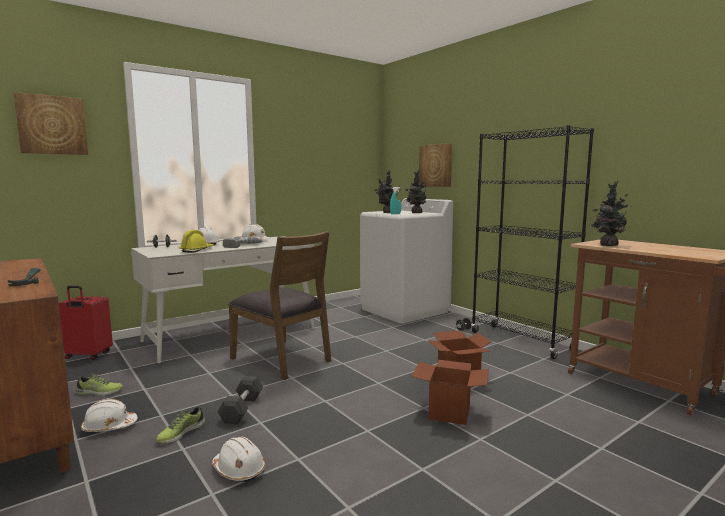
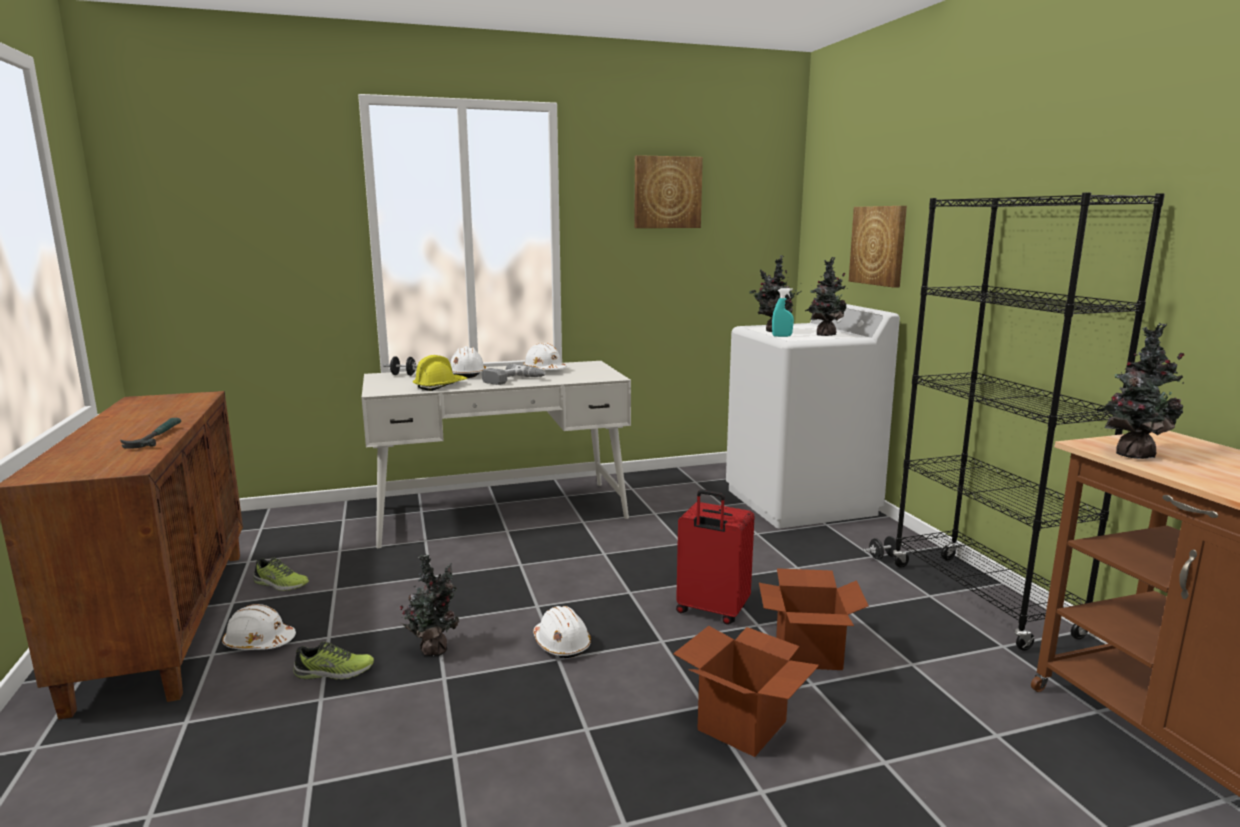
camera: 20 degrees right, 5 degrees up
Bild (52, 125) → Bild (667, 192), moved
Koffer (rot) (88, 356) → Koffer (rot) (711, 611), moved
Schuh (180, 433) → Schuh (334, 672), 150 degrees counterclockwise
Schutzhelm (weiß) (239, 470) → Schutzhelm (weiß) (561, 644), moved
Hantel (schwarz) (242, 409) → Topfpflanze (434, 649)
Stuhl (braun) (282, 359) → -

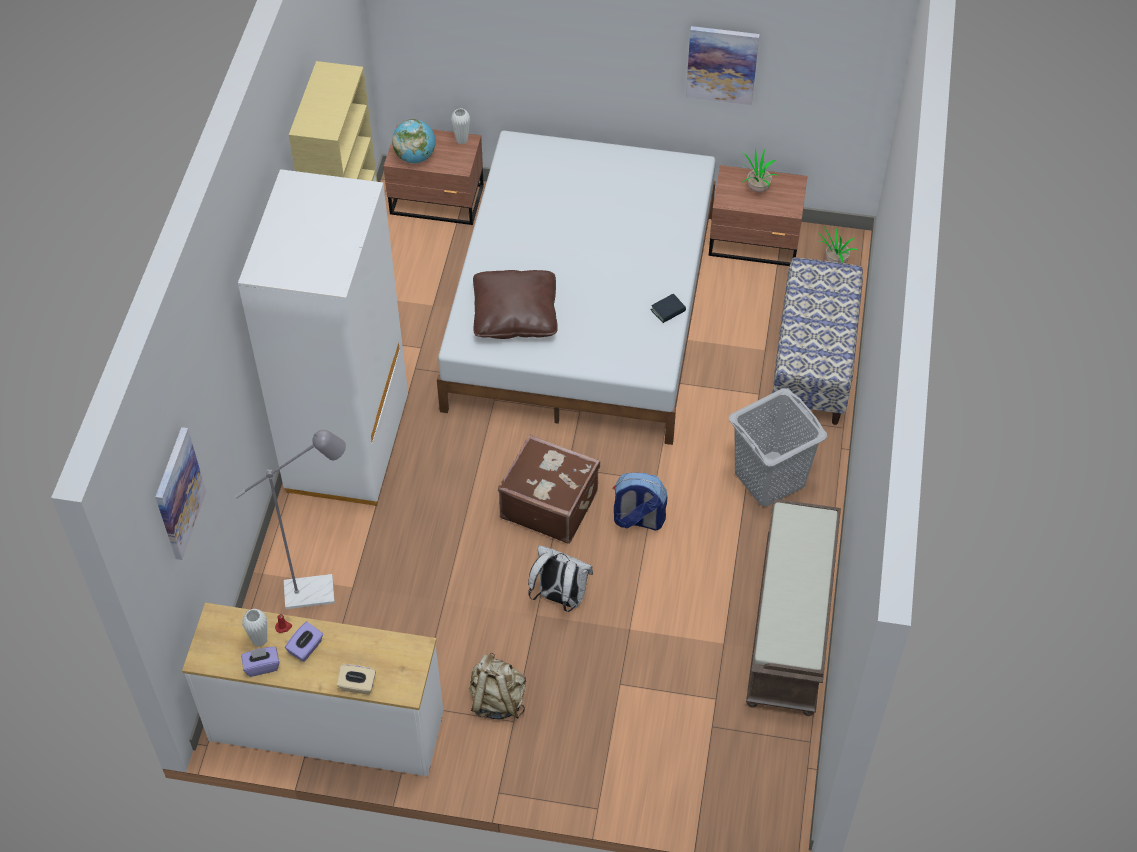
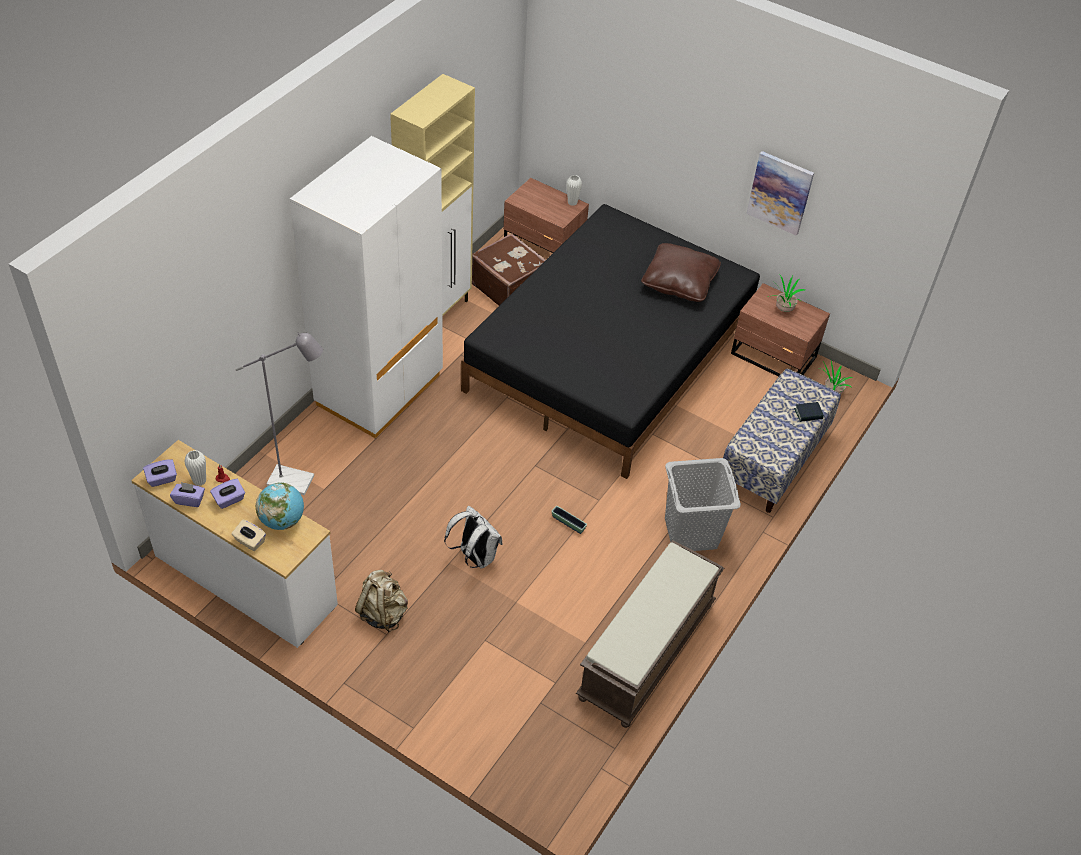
camera: 20 degrees right, 5 degrees down
Bild (178, 493) → -
Globus (415, 157) → Globus (282, 520), moved
Bett (weiß) (582, 309) → Bett (schwarz) (610, 358)
Kissen (braun) (515, 315) → Kissen (braun) (679, 282), moved
Koffer (braun) (549, 504) → Koffer (braun) (509, 288), moved
Rucksack (638, 519) → Pflanzkübel (568, 523)
Buch (668, 311) → Buch (808, 414), moved
- → Taschentuchbox (lila) (162, 479)

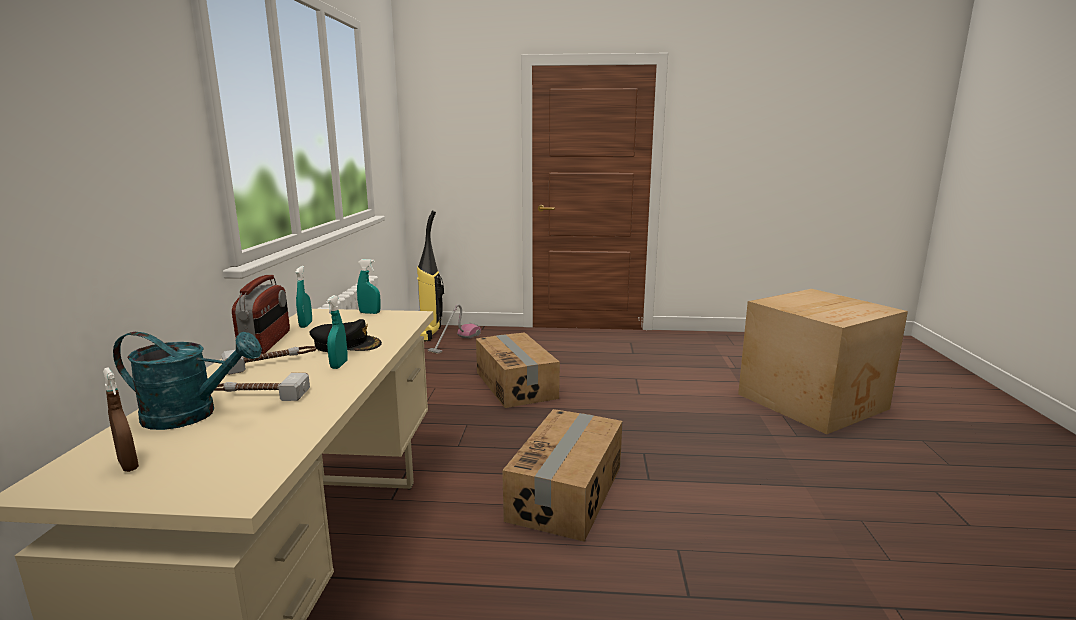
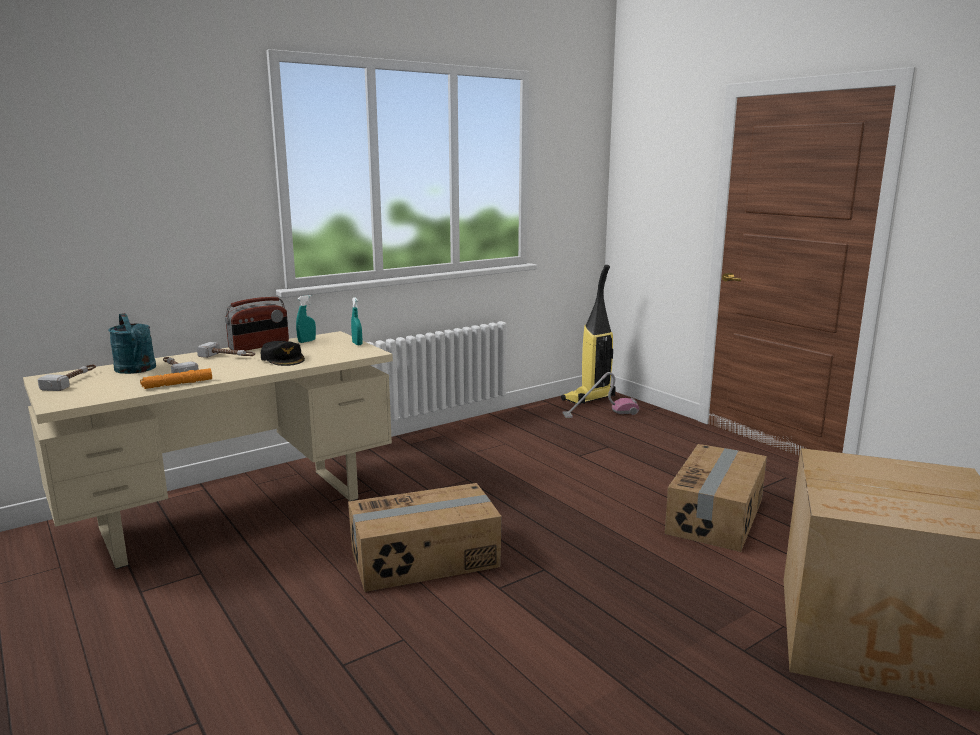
camera: 50 degrees right, 0 degrees up
Sprühflasche (braun) (128, 465) → Hammer (72, 381)
Sprühflasche (türkis) (339, 365) → -
Karton (516, 384) → Karton (716, 516), moved
- → Taschenlampe (orange) (177, 384)

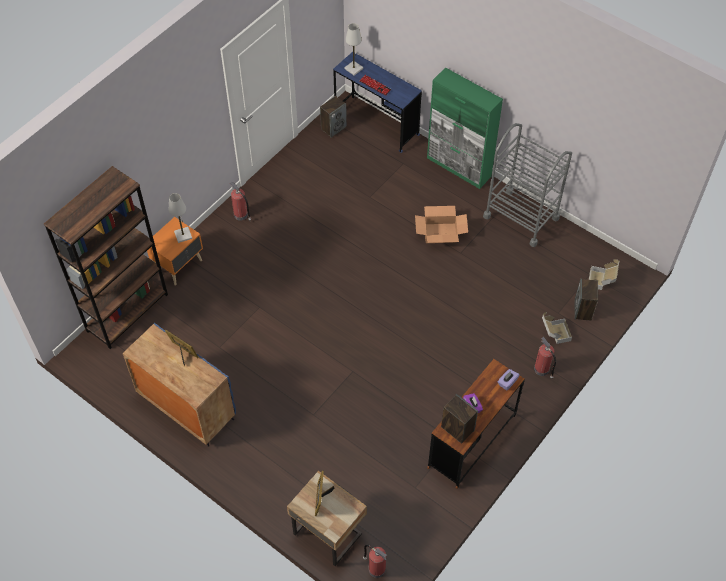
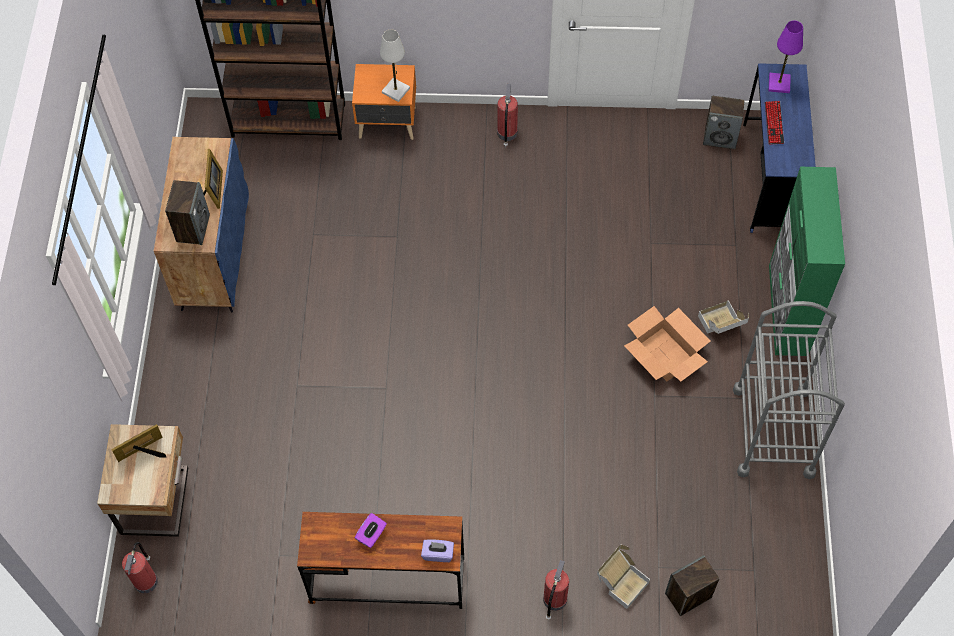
camera: 55 degrees right, 5 degrees up
Tischlampe (weiß) (354, 68) → Tischlampe (lila) (779, 84)
Lautsprecher (457, 429) → Lautsprecher (193, 228), moved
Karton (602, 281) → Karton (721, 327), moved

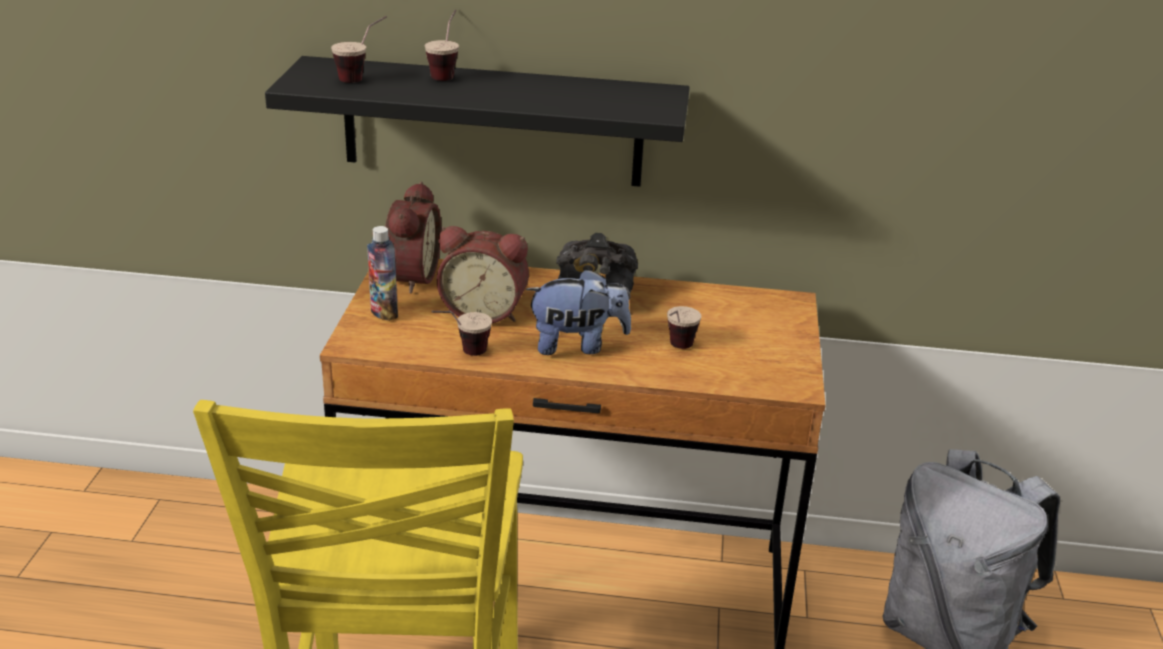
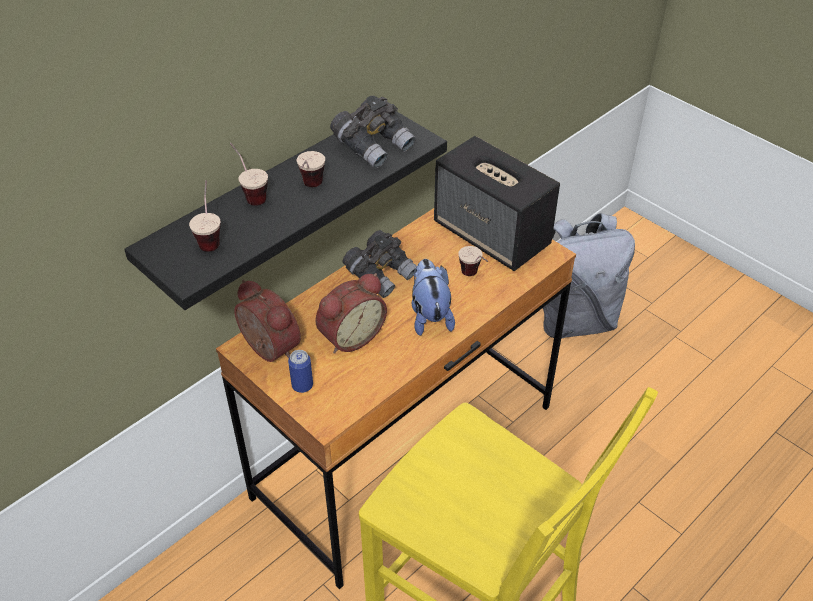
camera: 50 degrees left, 15 degrees up
Flasche (384, 313) → Dose (302, 385)
Tasse (462, 354) → Tasse (310, 189), moved
Plüschtier (577, 345) → Plüschtier (430, 315), 45 degrees counterclockwise
- → Fernglas (grau) (374, 146)
- → Lautsprecher (492, 235)

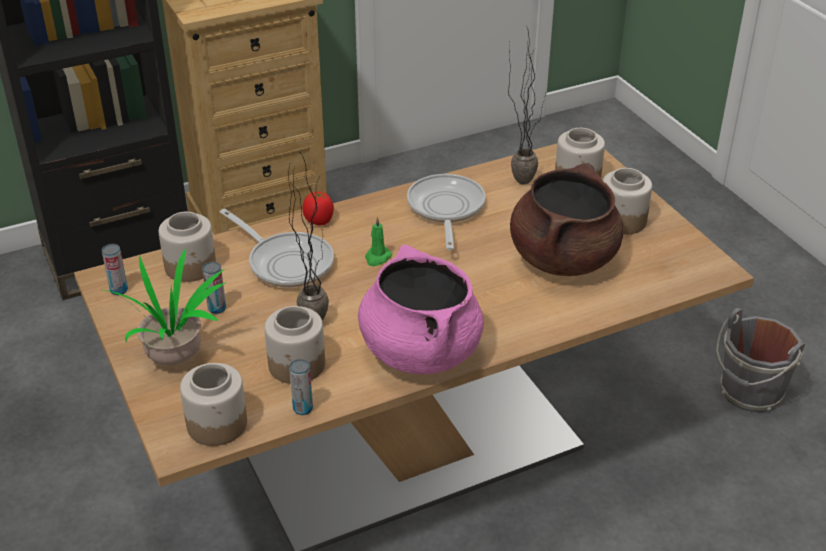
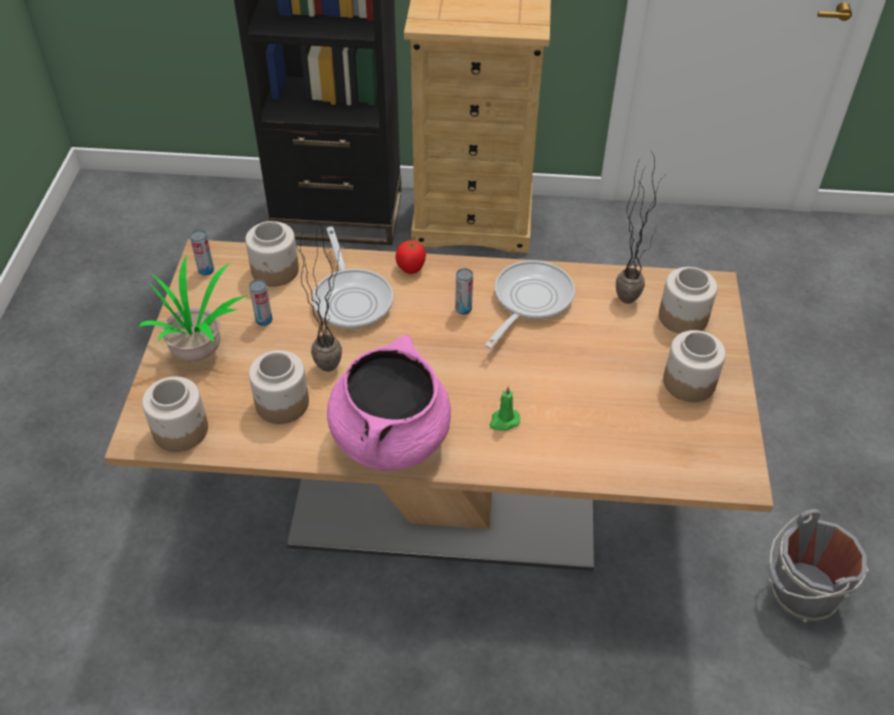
camera: 30 degrees right, 10 degrees up
Dose (303, 408) → Dose (463, 309), moved
Kerze (grün) (377, 258) → Kerze (grün) (504, 421), moved
Kochtopf (braun) (563, 258) → -

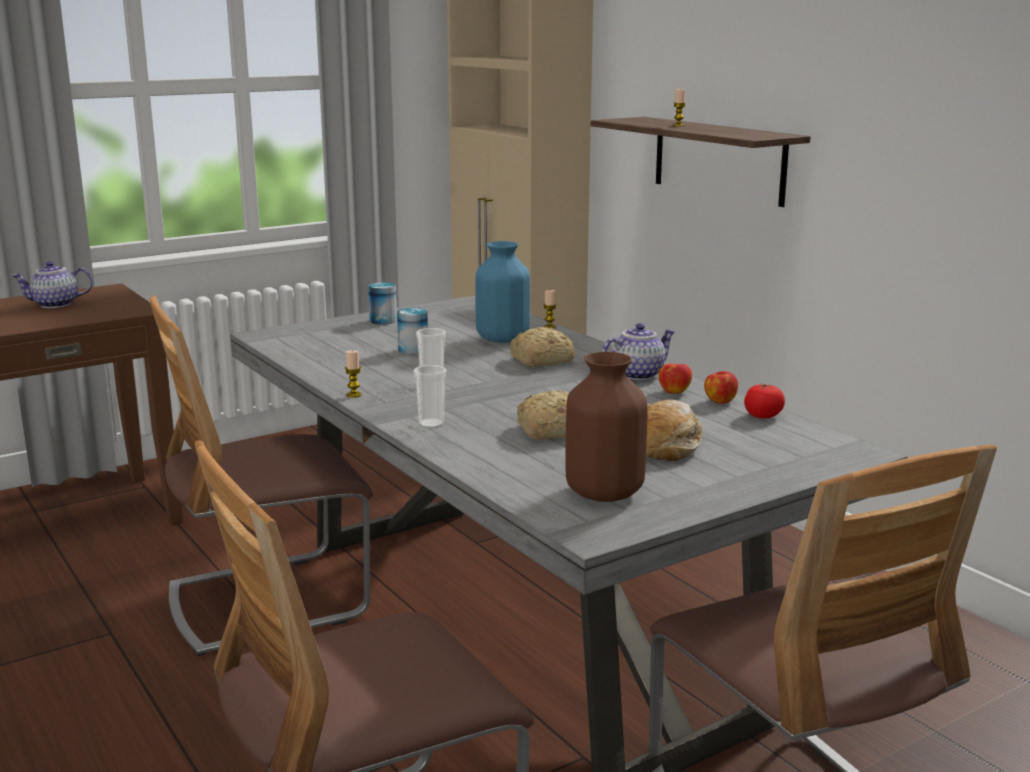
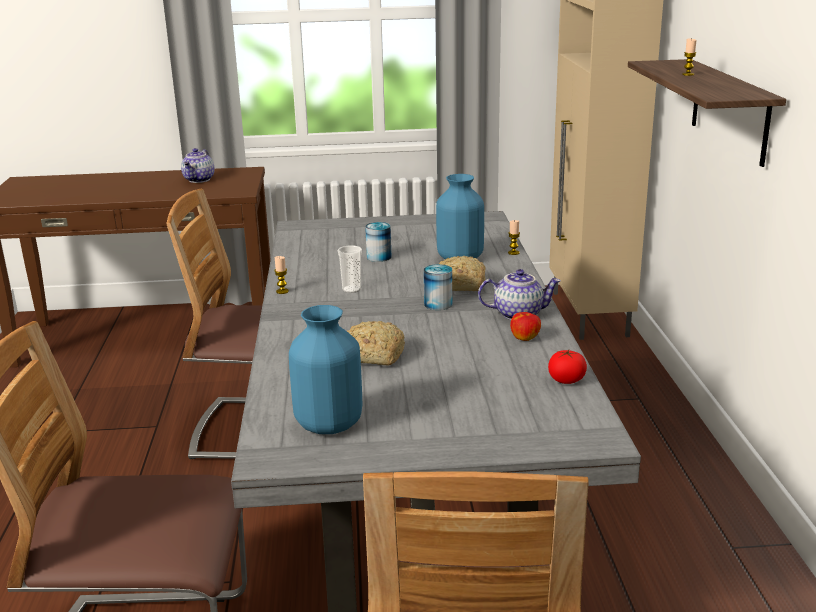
camera: 30 degrees right, 5 degrees up
Teekanne (55, 305) → Teekanne (199, 180), 90 degrees counterclockwise
Dose (383, 321) → Dose (438, 304), moved
Tasse (431, 424) → -
Vase (braun) (605, 493) → Vase (blau) (330, 424)
Brot (666, 444) → -
Apfel (719, 401) → -

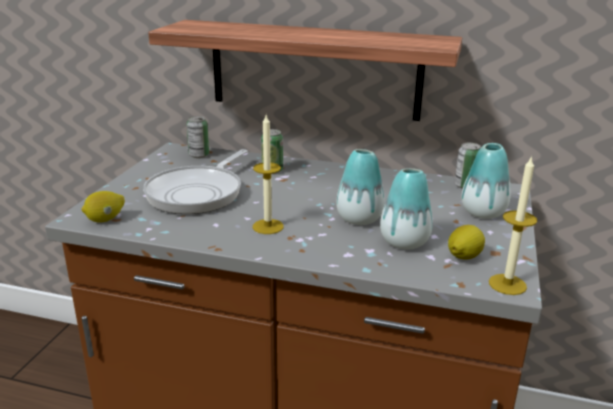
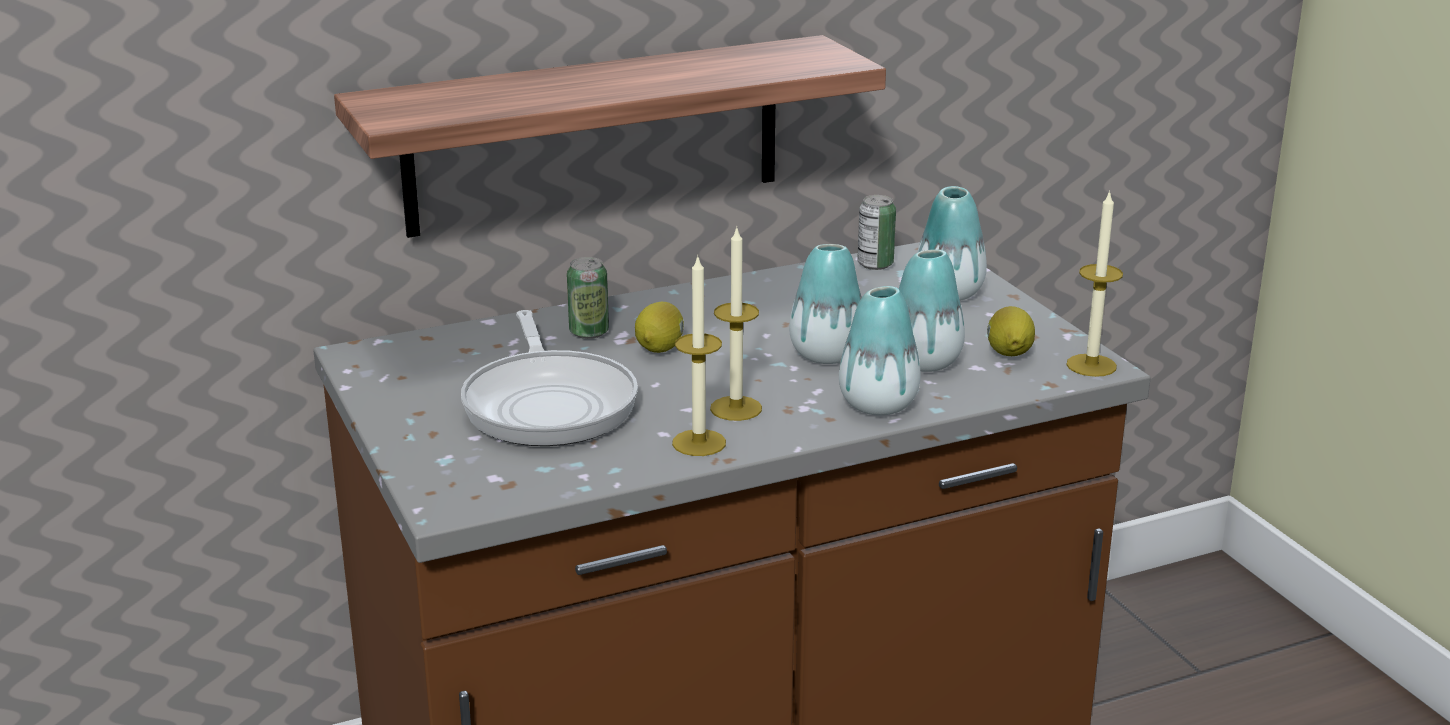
camera: 40 degrees left, 0 degrees up
Zitrone (105, 220) → Zitrone (660, 348), moved
Dose (199, 155) → -
- → Kerze (699, 443)
- → Vase (878, 405)

